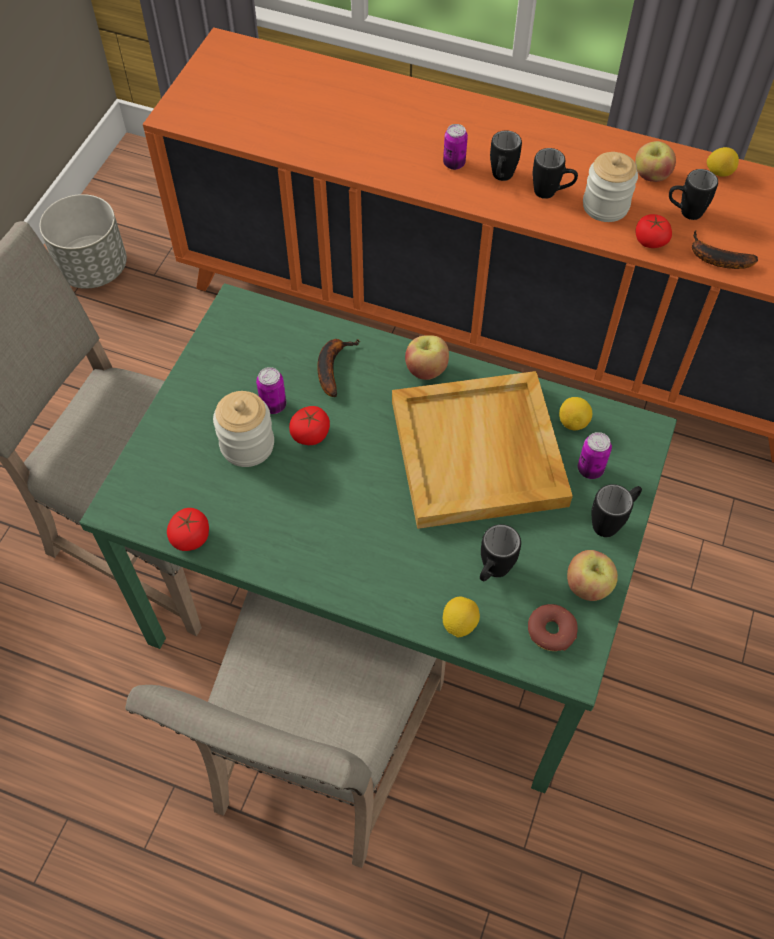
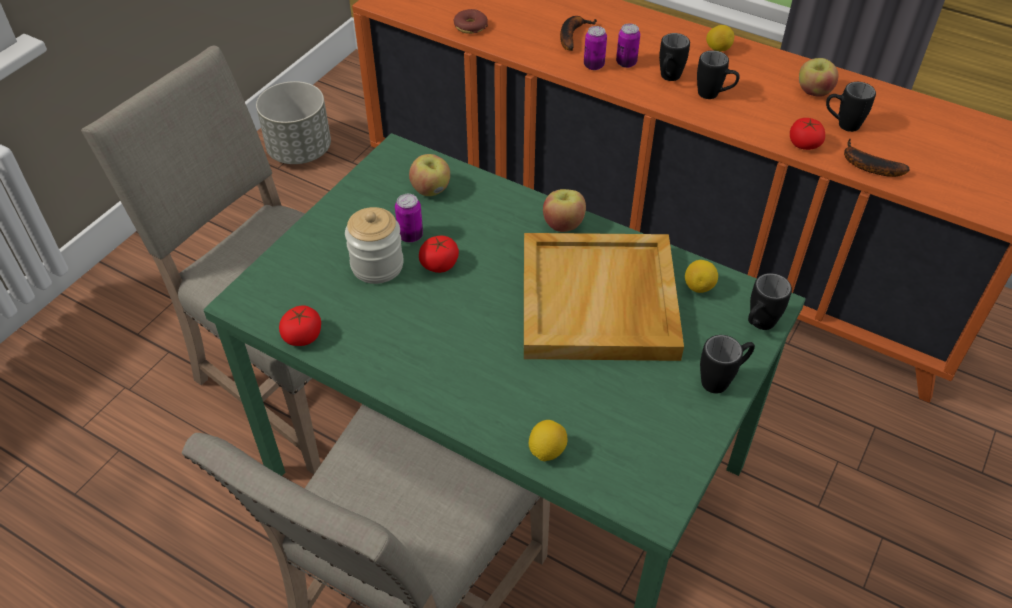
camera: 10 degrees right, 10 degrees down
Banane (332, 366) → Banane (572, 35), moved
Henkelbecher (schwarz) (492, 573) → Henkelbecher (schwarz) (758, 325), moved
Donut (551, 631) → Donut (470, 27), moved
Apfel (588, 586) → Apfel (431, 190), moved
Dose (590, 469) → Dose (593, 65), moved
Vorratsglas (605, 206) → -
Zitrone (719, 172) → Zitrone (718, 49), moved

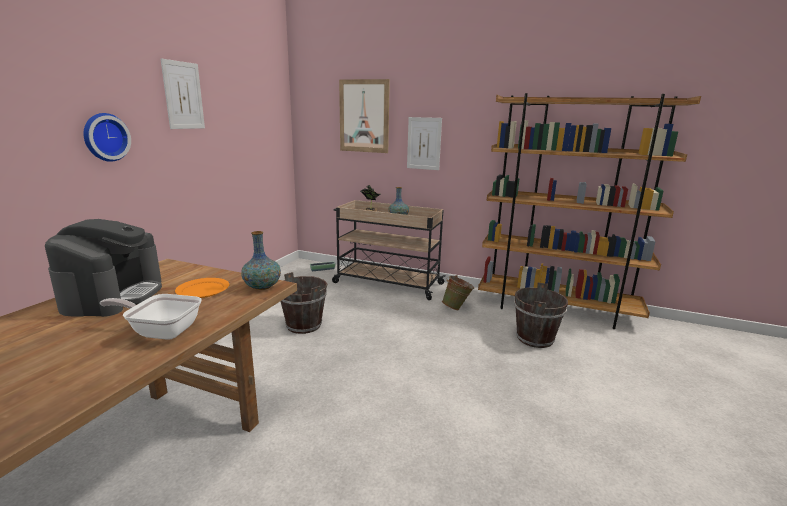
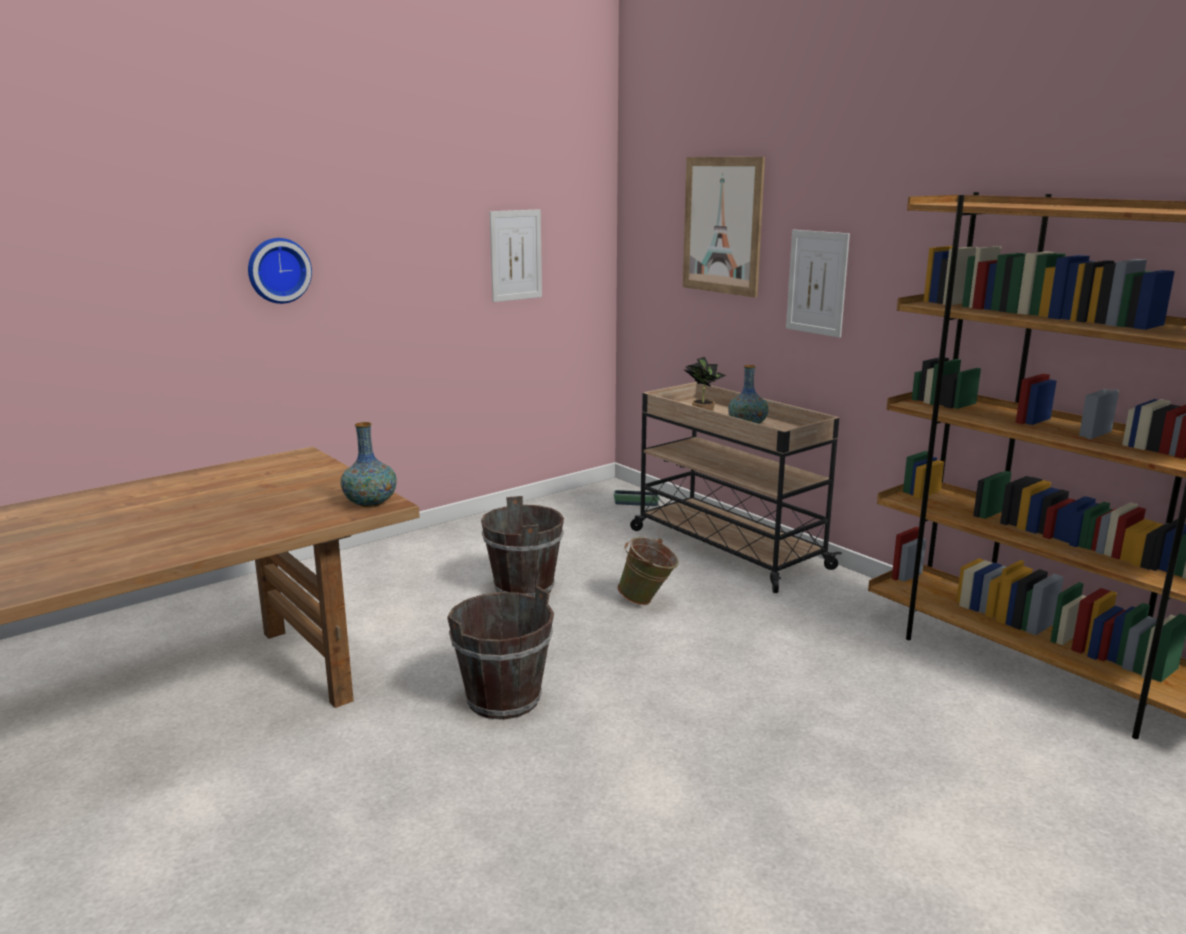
camera: 30 degrees right, 0 degrees up
Kaffeemaschine (114, 295) → -
Pfanne (161, 331) → -
Bild (183, 95) → Bild (516, 255), moved
Teller (orange) (202, 290) → -
Eimer (grün) (457, 308) → Eimer (grün) (648, 602), moved
Eimer (braun) (535, 339) → Eimer (braun) (503, 699), moved

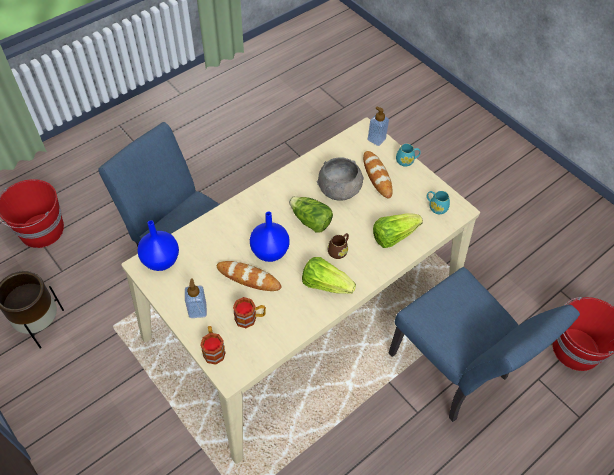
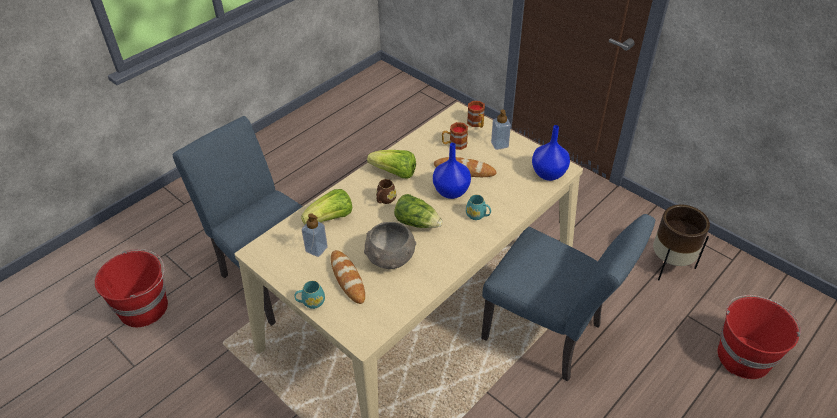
camera: 175 degrees right, 10 degrees down
Seifenspender (376, 139) → Seifenspender (316, 249), moved
Henkelbecher (türkis) (436, 207) → Henkelbecher (türkis) (478, 215), moved

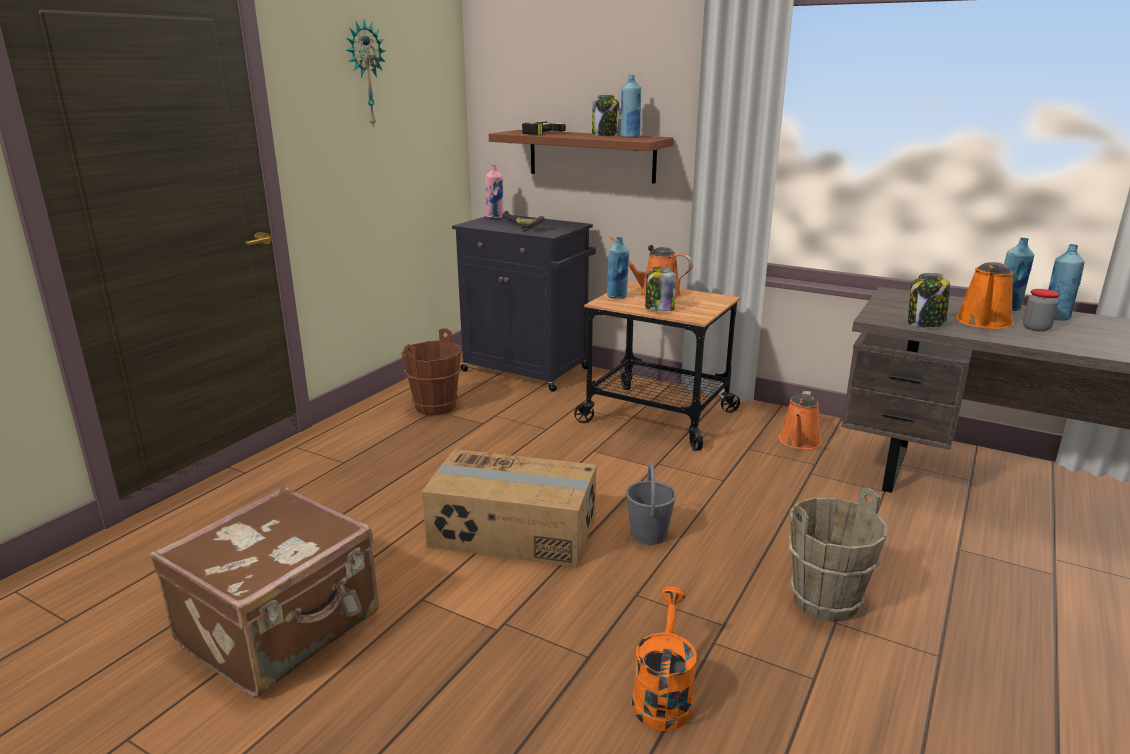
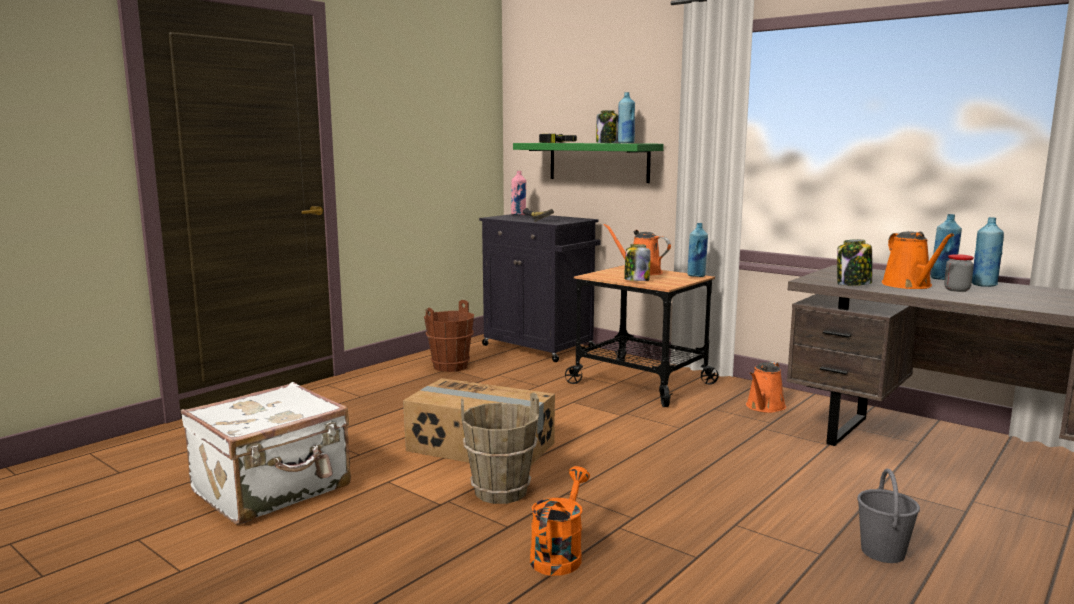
camera: 10 degrees right, 10 degrees down
Koffer (braun) (282, 629) → Koffer (weiß) (273, 490)
Wanduhr (365, 74) → -
Wandregal (braun) (591, 156) → Wandregal (grün) (598, 162)
Flasche (blau) (617, 296) → Flasche (blau) (696, 276), moved
Eimer (grau) (649, 535) → Eimer (grau) (883, 552), moved
Eimer (braun) (826, 602) → Eimer (braun) (501, 492), moved
Gießkanne (orange) (983, 323) → Gießkanne (orange) (909, 285), 45 degrees counterclockwise

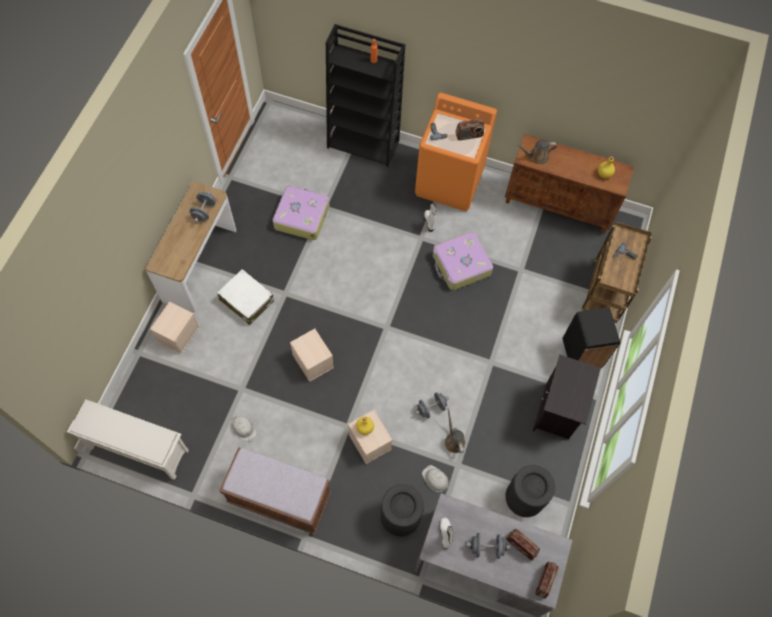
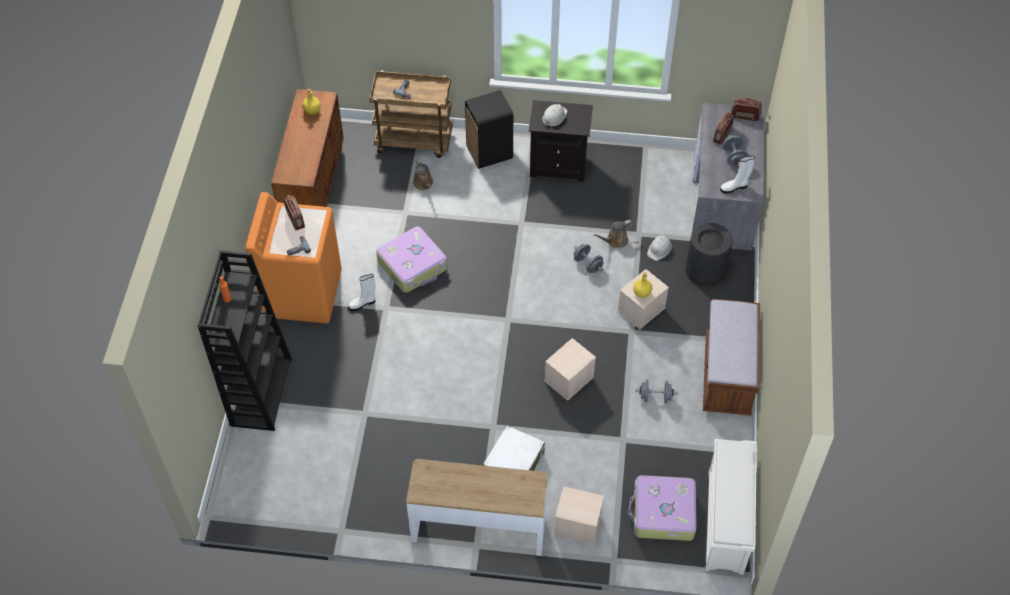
camera: 100 degrees left, 10 degrees down
Hantel (grau) (204, 212) → Hantel (grau) (655, 397), moved
Schutzhelm (weiß) (244, 428) → Schutzhelm (weiß) (554, 116), moved
Koffer (301, 216) → Koffer (663, 513), moved
Mülleimer (schwarz) (525, 497) → -
Gießkanne (braun) (536, 157) → Gießkanne (braun) (424, 184), moved

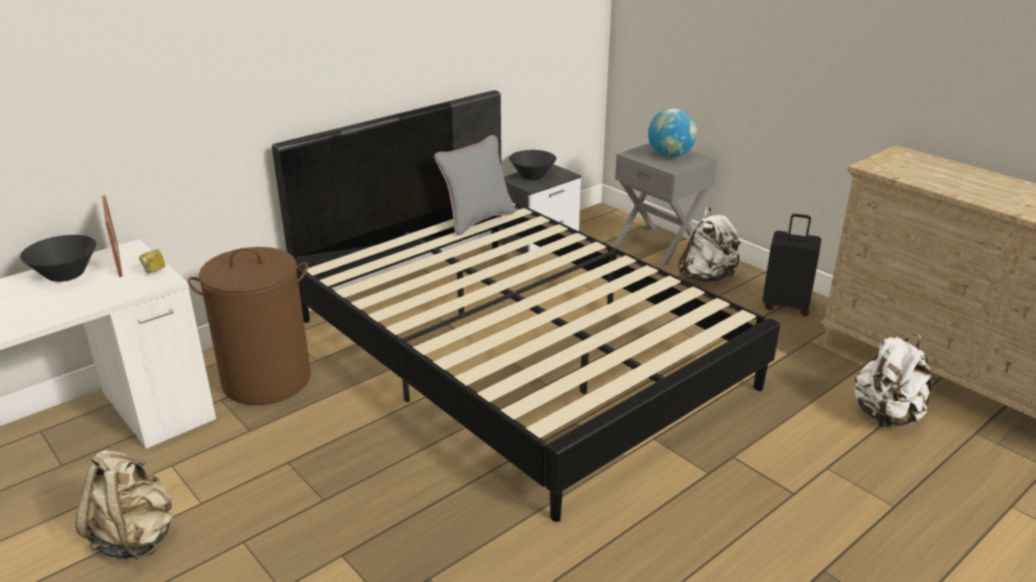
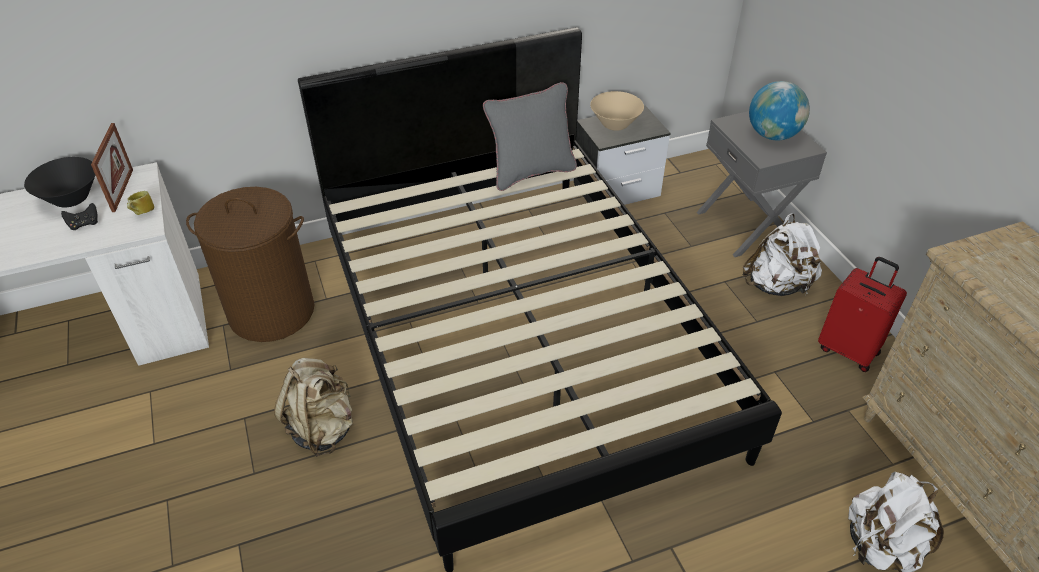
camera: 20 degrees right, 15 degrees up
Rucksack (beige) (136, 537) → Rucksack (beige) (323, 428), moved
Schüssel (schwarz) (532, 176) → Schüssel (beige) (615, 124)
Koffer (schwarz) (786, 305) → Koffer (rot) (848, 350)
- → Gamepad (schwarz) (84, 224)

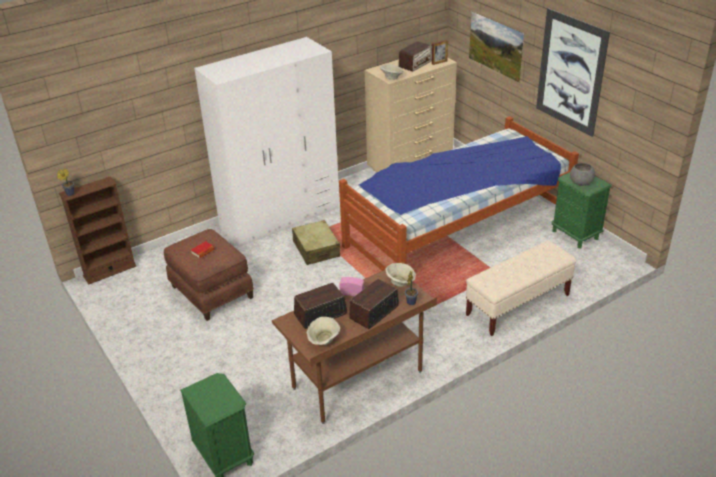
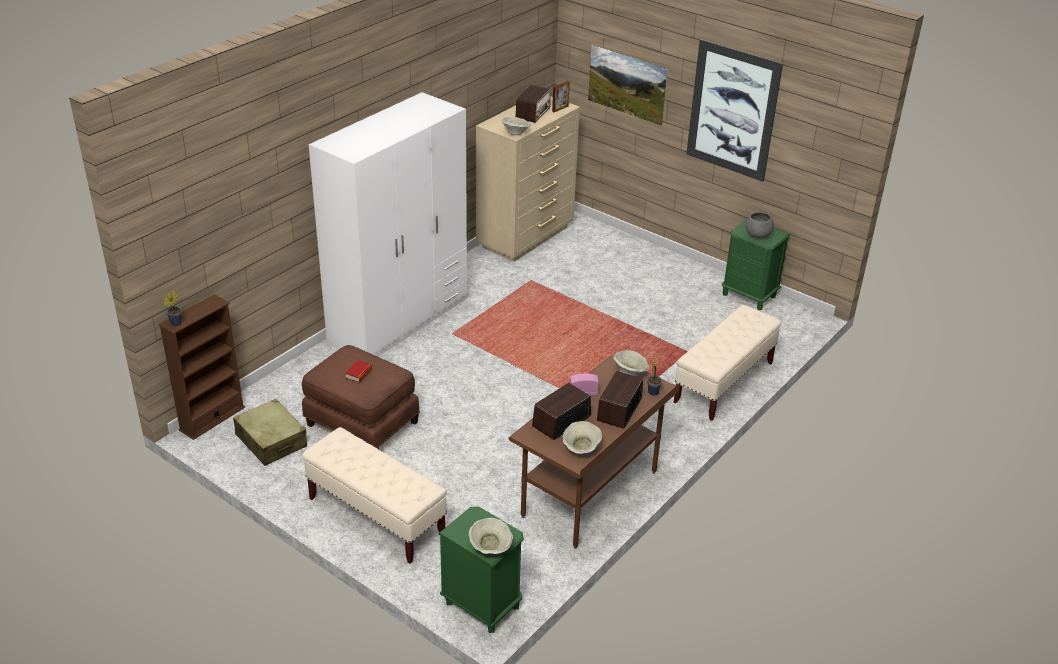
camera: 20 degrees left, 0 degrees up
Koffer (beige) (316, 249) → Koffer (beige) (271, 441), moved
Bett (456, 232) → -
- → Bank (beige) (376, 516)
- → Schüssel (beige) (490, 548)

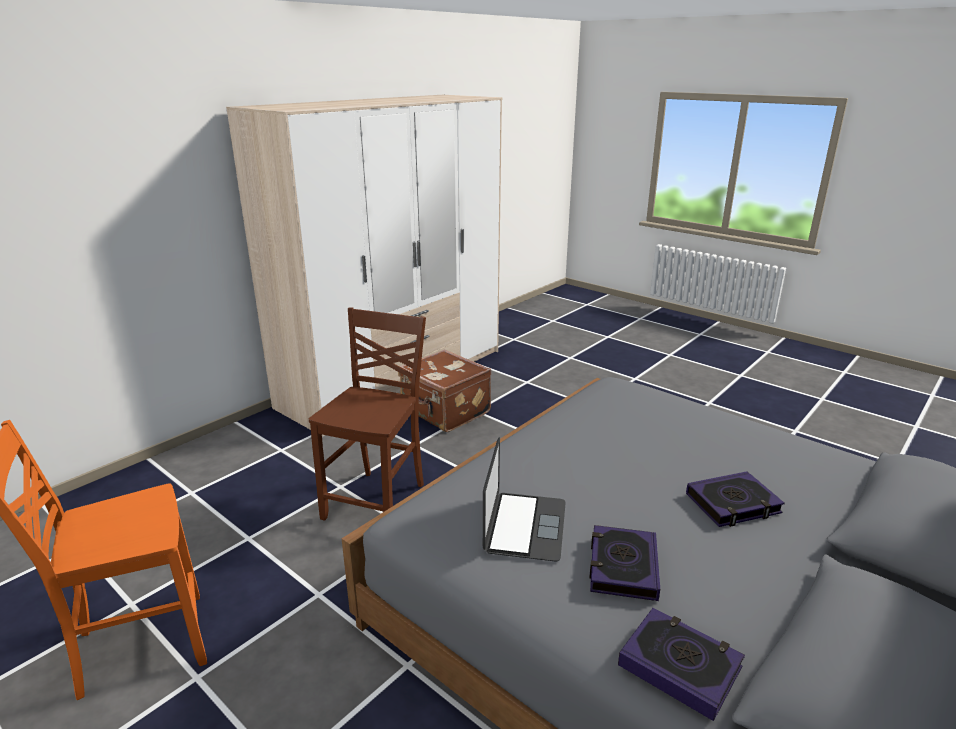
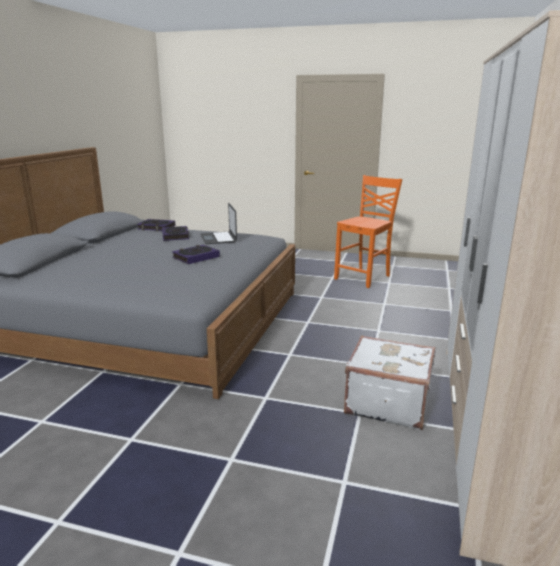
camera: 155 degrees right, 5 degrees down
Stuhl (braun) (378, 501) → -
Koffer (braun) (445, 412) → Koffer (weiß) (387, 403)
Buch (733, 504) → Buch (196, 257), moved

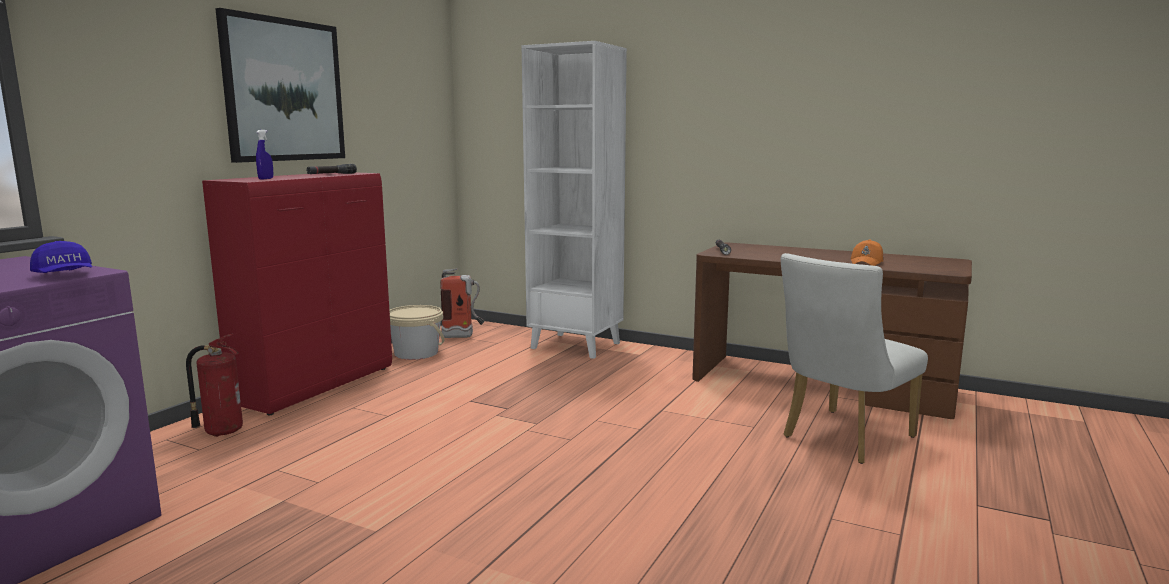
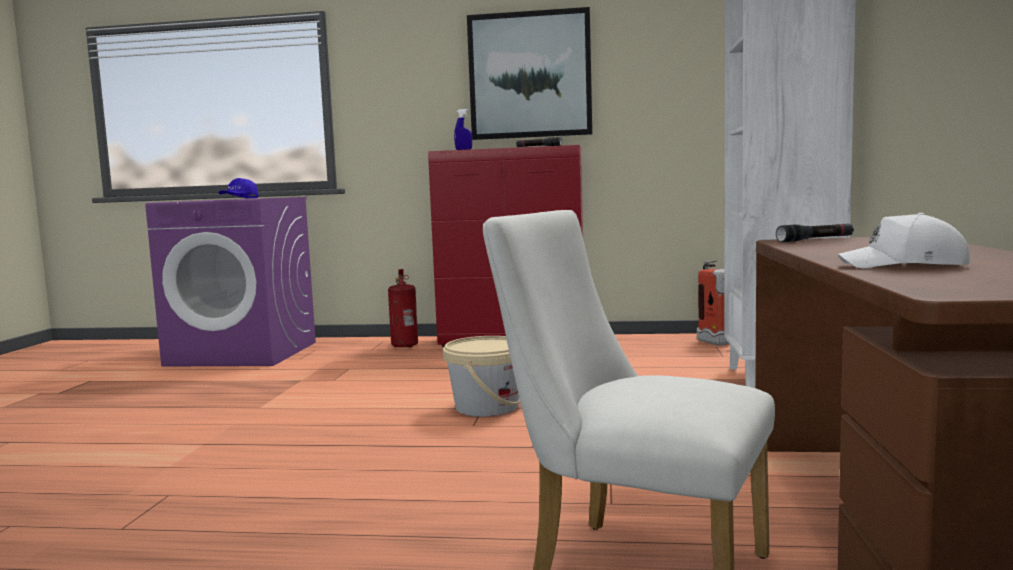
camera: 70 degrees right, 5 degrees down
Eimer (beige) (416, 353) → Eimer (beige) (487, 407), moved
Kappe (orange) (867, 262) → Kappe (weiß) (905, 265)

